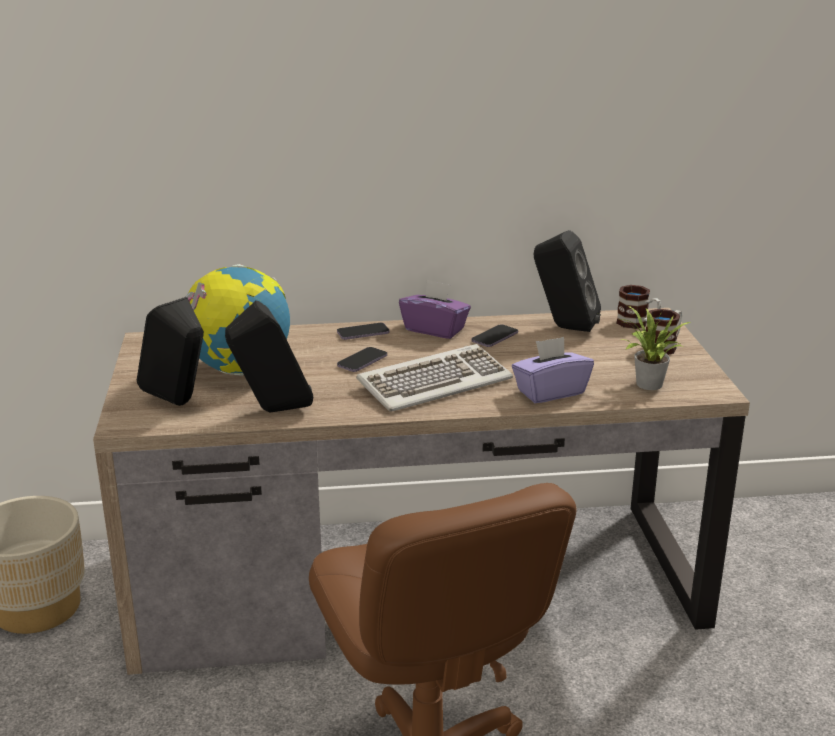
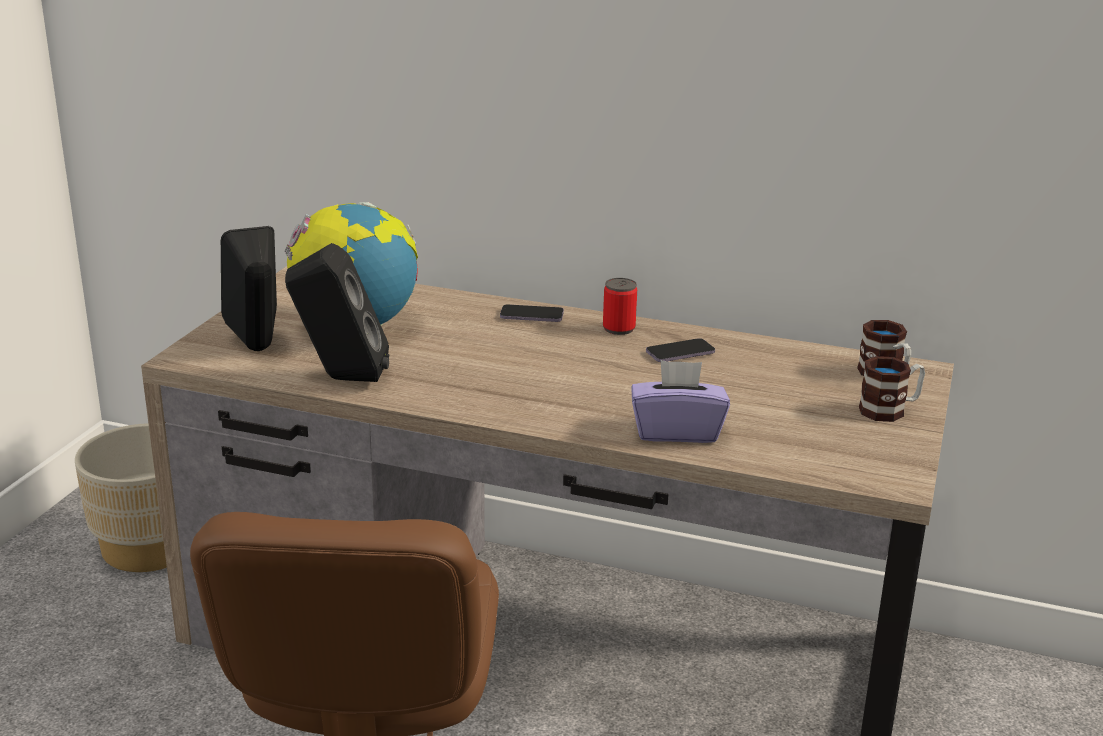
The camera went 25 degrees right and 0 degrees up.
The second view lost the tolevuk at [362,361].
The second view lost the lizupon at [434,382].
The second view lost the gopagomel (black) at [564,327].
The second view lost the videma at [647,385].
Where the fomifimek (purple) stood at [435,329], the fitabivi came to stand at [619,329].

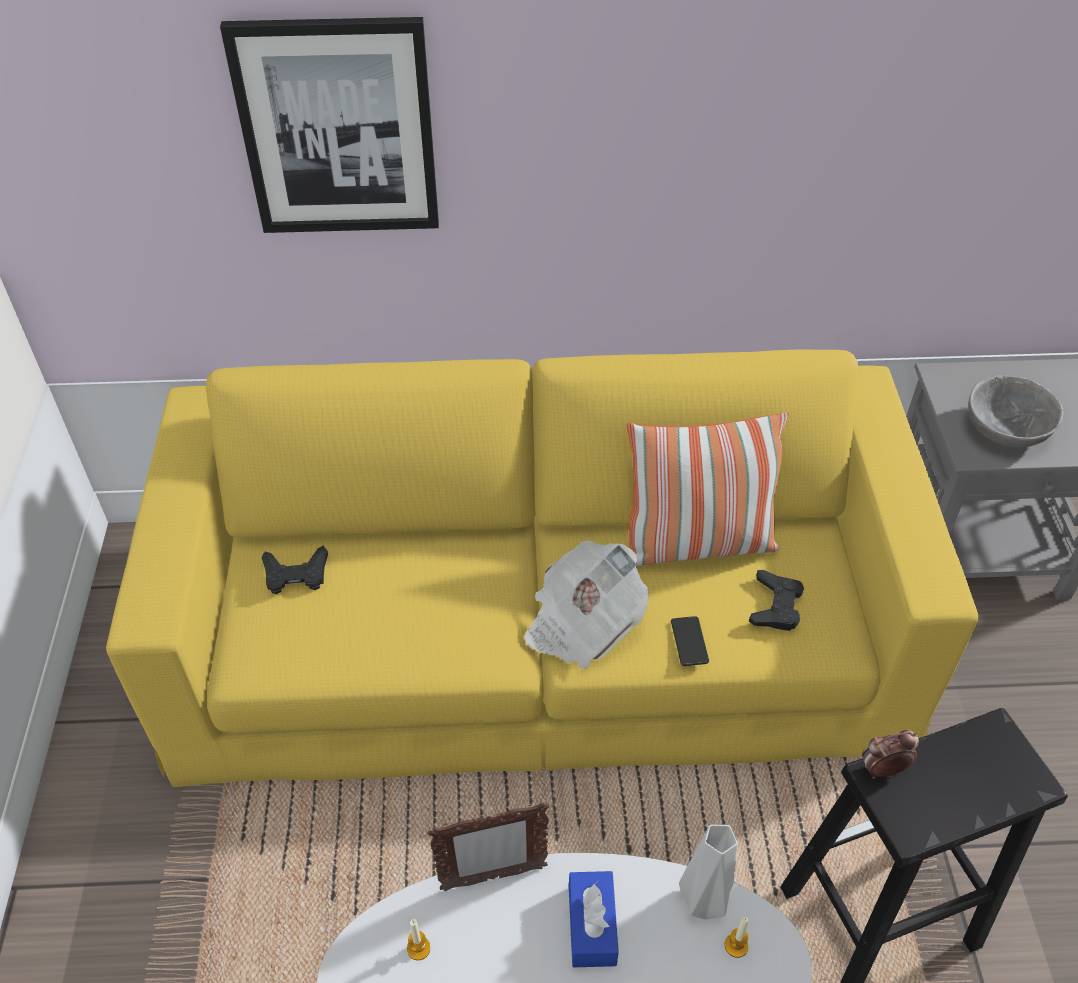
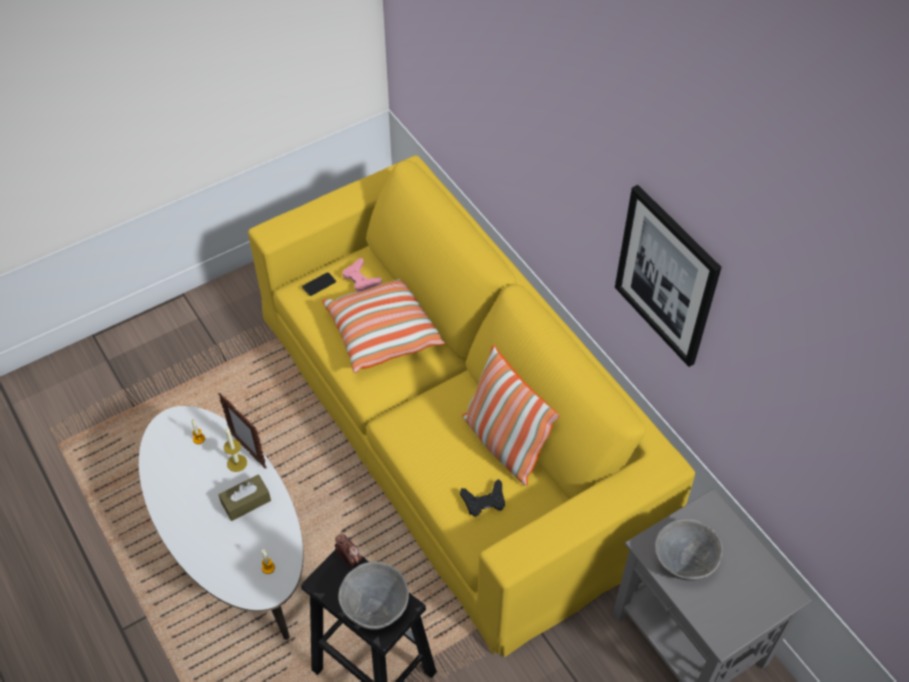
The camera went 60 degrees right and 5 degrees up.
The second view lost the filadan at [582,623].
The second view lost the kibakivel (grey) at [703,899].
The second view gained the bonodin at [237,463].
The second view gained the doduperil at [384,333].
The second view gained the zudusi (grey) at [374,604].
The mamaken ended up elsewhere, having gone from [338,129] to [666,276].
The tolevuk ended up elsewhere, having gone from [689,641] to [319,284].
What was the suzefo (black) at [296,574] turned into the suzefo (pink) at [361,279].
What was the fomifimek (blue) at [592,925] turned into the fomifimek (brown) at [246,502].

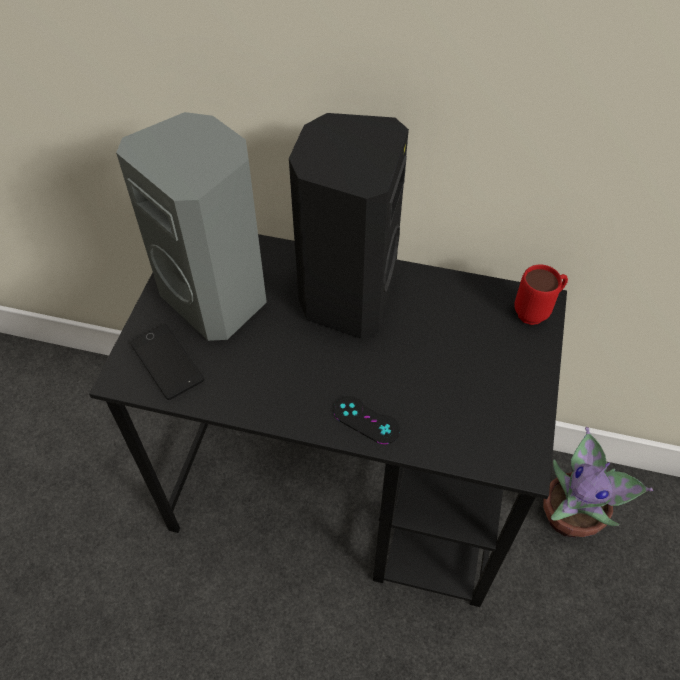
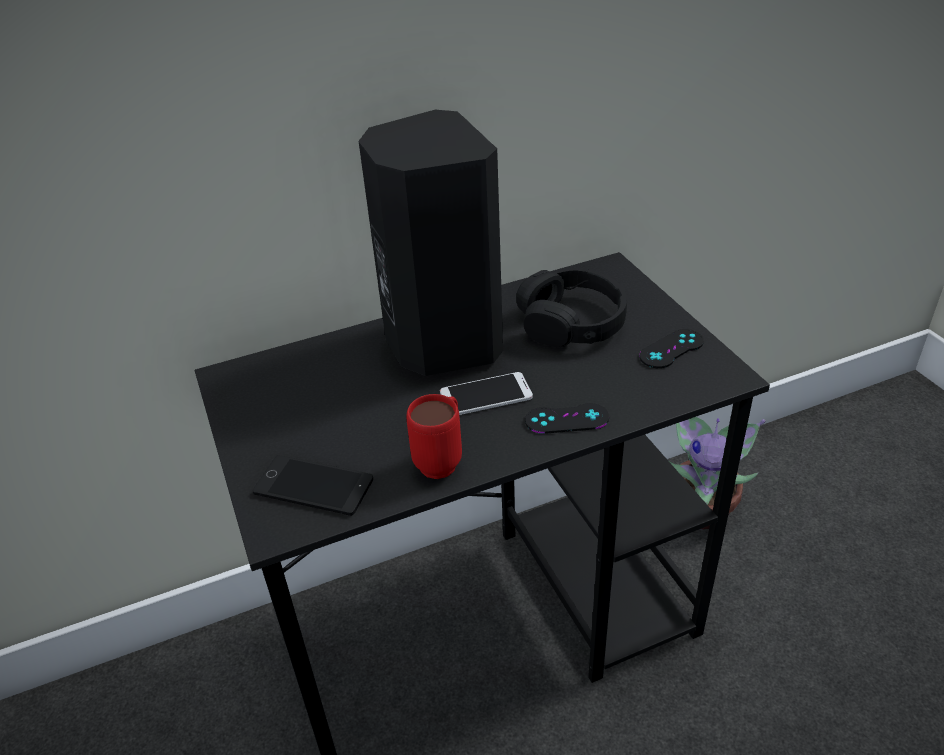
The camera went 35 degrees left and 15 degrees down.
The second view lost the gopagomel (grey) at [218,297].
The second view gained the tolevuk at [486,395].
The second view gained the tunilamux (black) at [571,322].
The second view gained the suzefo (black) at [671,349].
The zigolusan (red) ended up elsewhere, having gone from [537,312] to [443,460].

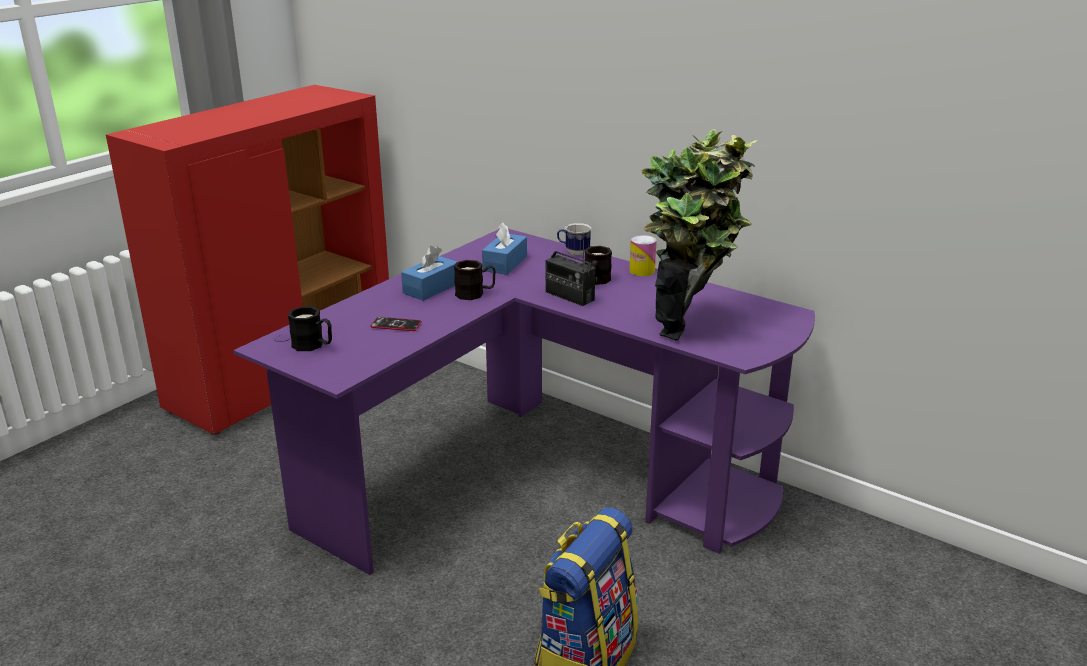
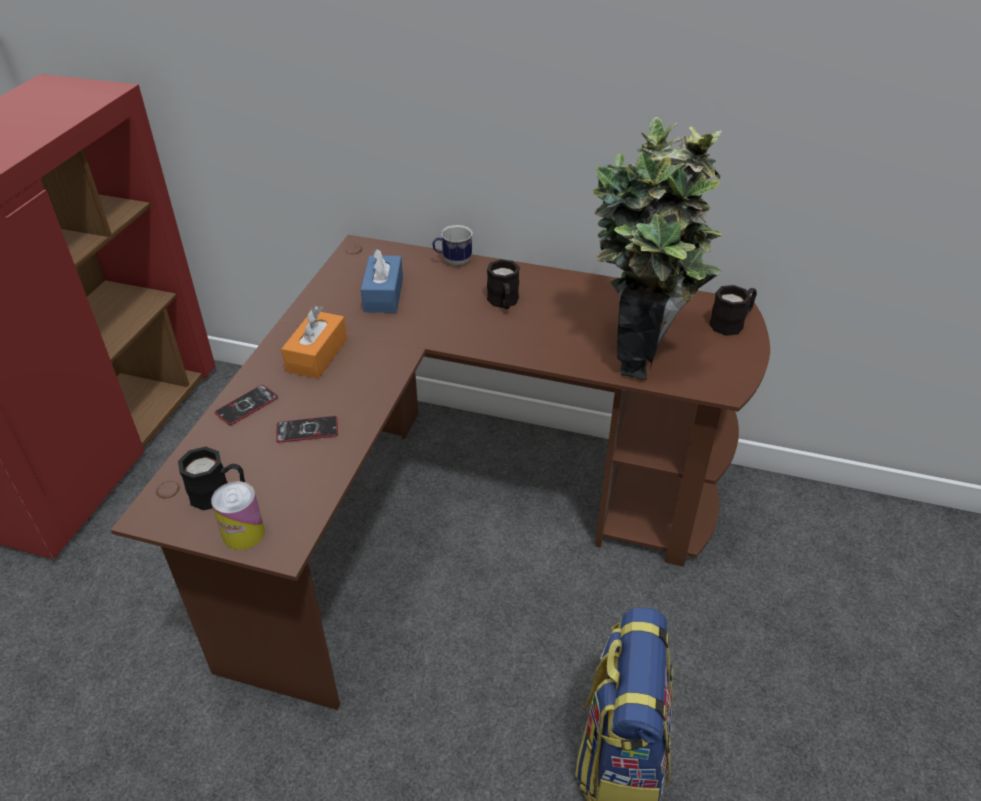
The camera went 20 degrees left and 15 degrees up.
The second view lost the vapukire at [569,296].
The second view gained the tolevuk at [247,406].
The zigolusan (black) ended up elsewhere, having gone from [475,293] to [732,323].
The fitabivi ended up elsewhere, having gone from [642,271] to [243,533].
What was the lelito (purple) at [538,477] turned into the lelito (brown) at [460,516].
What was the fomifimek (blue) at [431,288] turned into the fomifimek (orange) at [317,355].

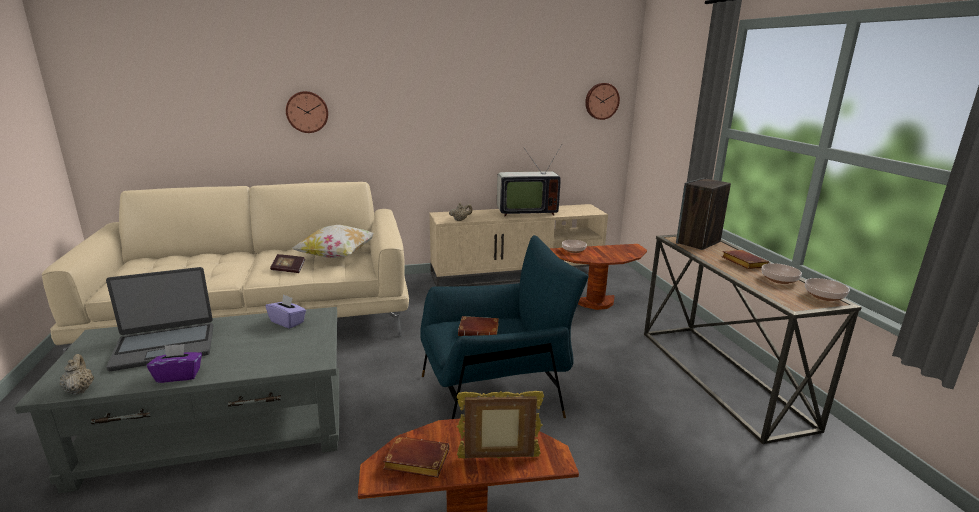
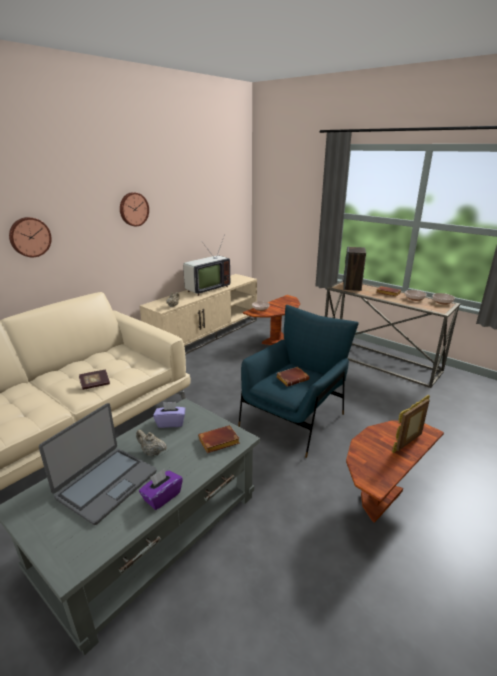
The camera went 35 degrees left and 5 degrees up.
The second view lost the doduperil at [337,256].
The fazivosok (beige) ended up elsewhere, having gone from [80,389] to [152,452].
The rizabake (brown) ended up elsewhere, having gone from [415,462] to [218,443].
The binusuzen ended up elsewhere, having gone from [601,101] to [133,209].

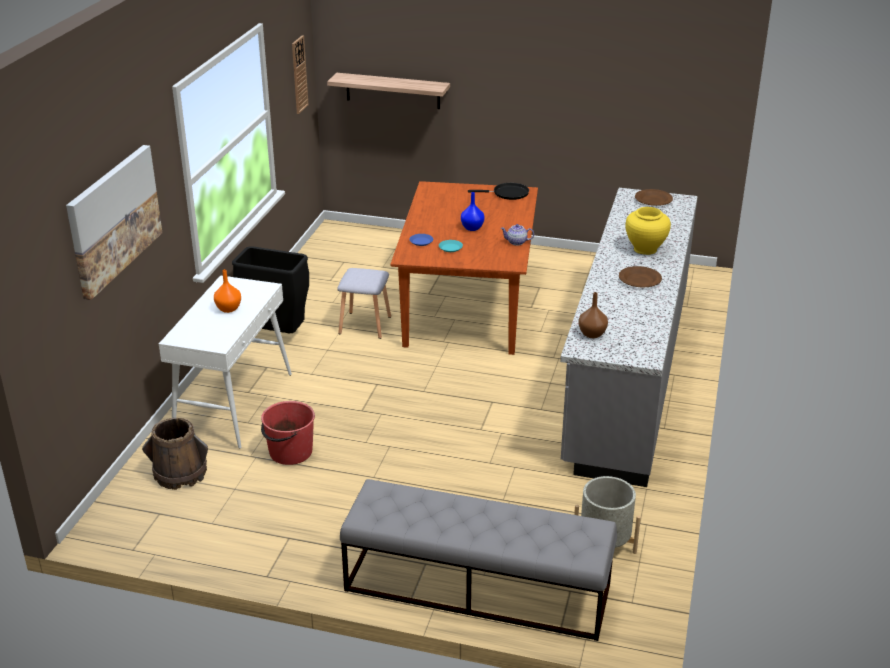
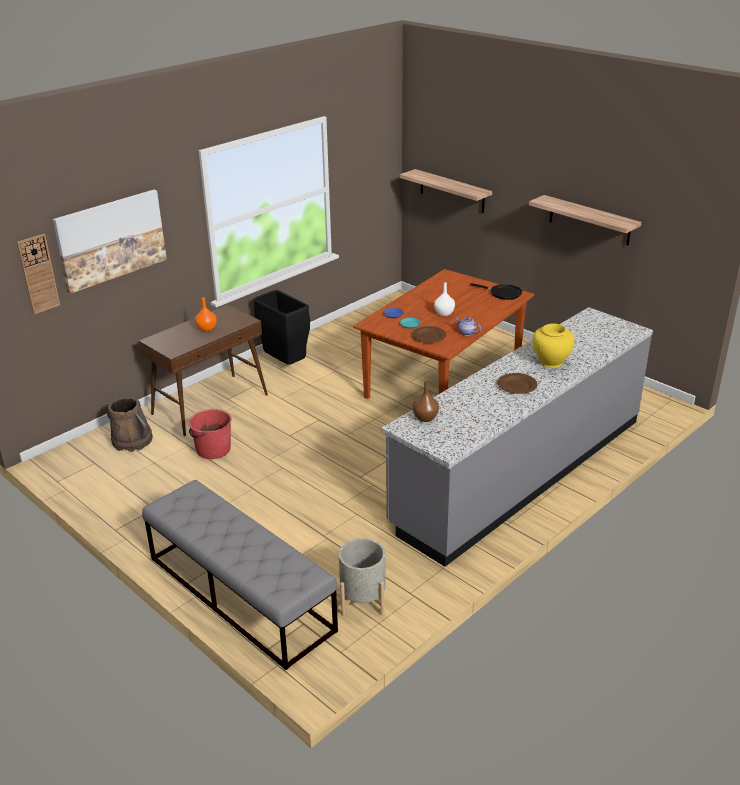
The camera went 30 degrees right and 0 degrees up.
The second view lost the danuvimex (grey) at [364,324].
The second view gained the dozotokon at [589,220].
The binusuzen ended up elsewhere, having gone from [299,74] to [38,274].
The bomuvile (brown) ended up elsewhere, having gone from [653,200] to [428,336].
What was the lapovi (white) at [233,404] turned into the lapovi (brown) at [210,404].
What was the kibakivel (blue) at [472,228] turned into the kibakivel (white) at [444,313].

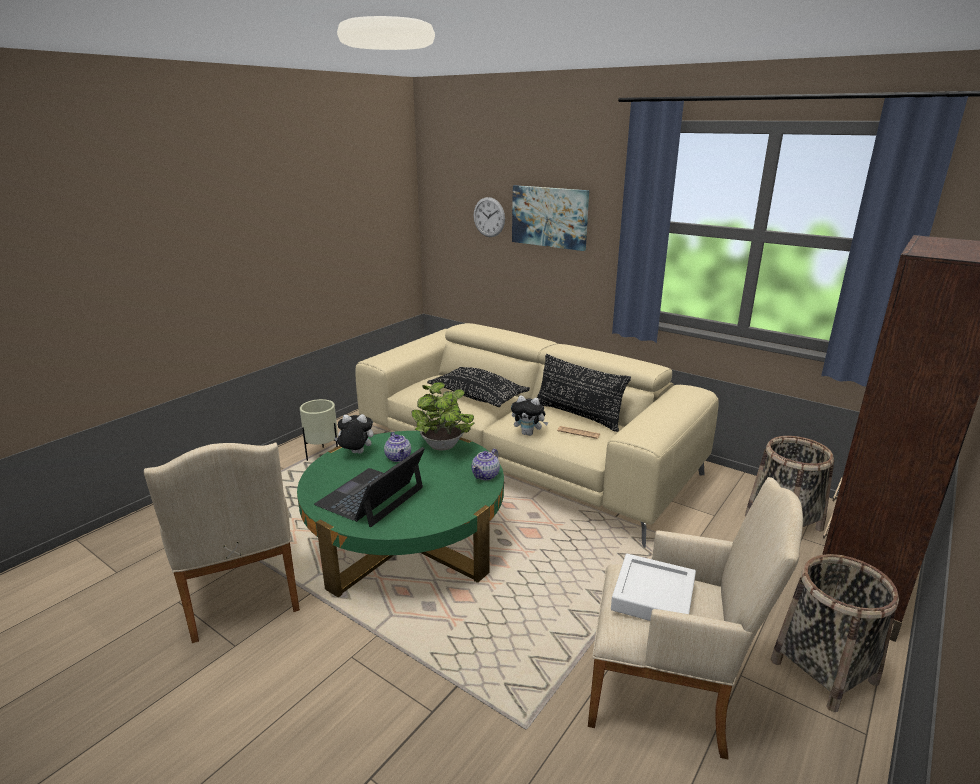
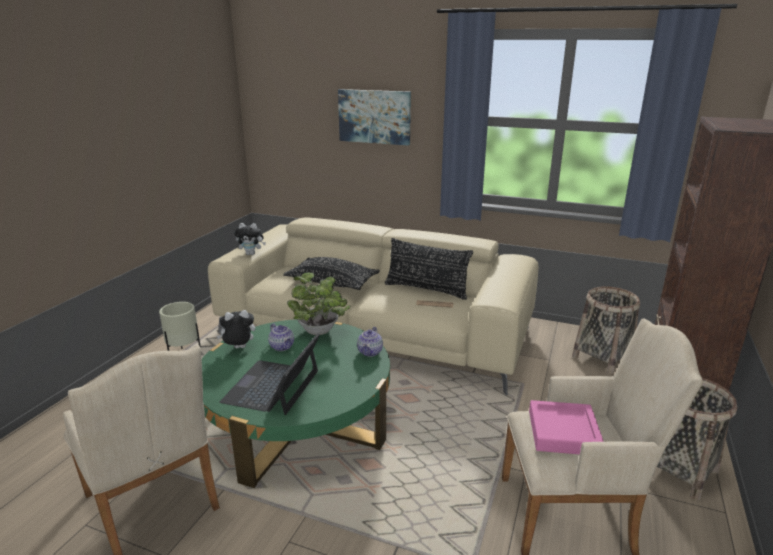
The camera went 15 degrees left and 0 degrees up.
The second view lost the binusuzen at [489,217].
The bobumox ended up elsewhere, having gone from [528,433] to [251,254].
What was the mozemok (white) at [653,596] turned into the mozemok (pink) at [563,433].

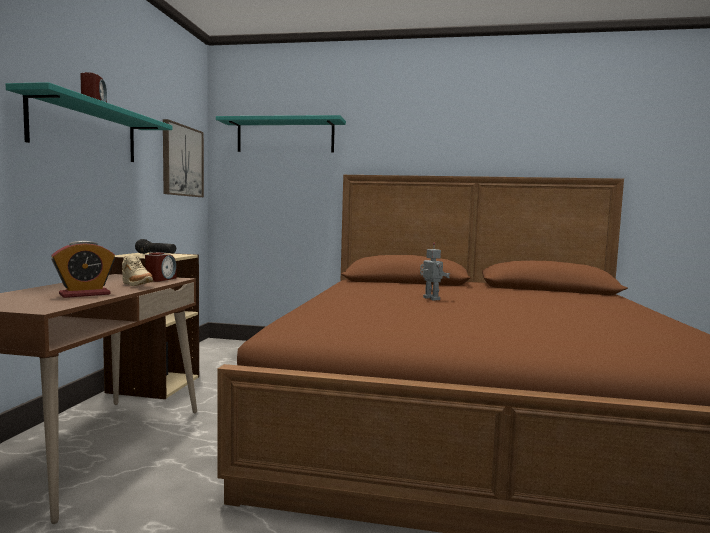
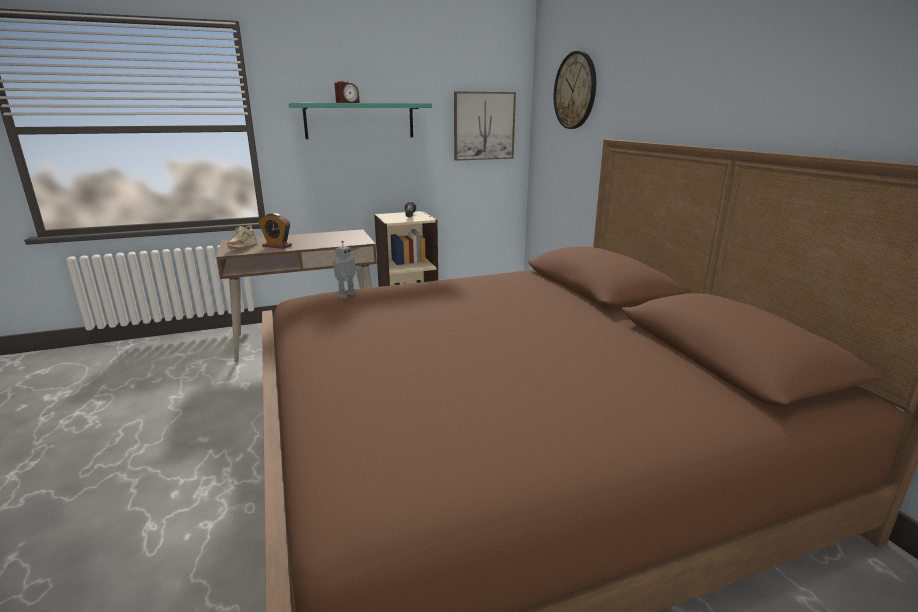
The camera went 60 degrees right and 15 degrees up.
The second view lost the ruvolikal at [160,279].
The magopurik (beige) ended up elsewhere, having gone from [136,285] to [242,247].
The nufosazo ended up elsewhere, having gone from [430,299] to [346,295].
Where the dozotokon (turquoise) hung at [285,136], the binusuzen came to hang at [575,90].

